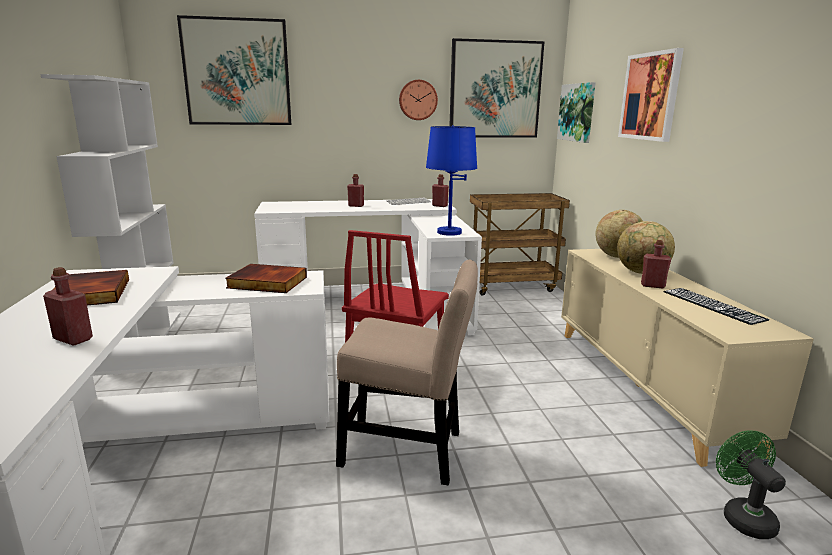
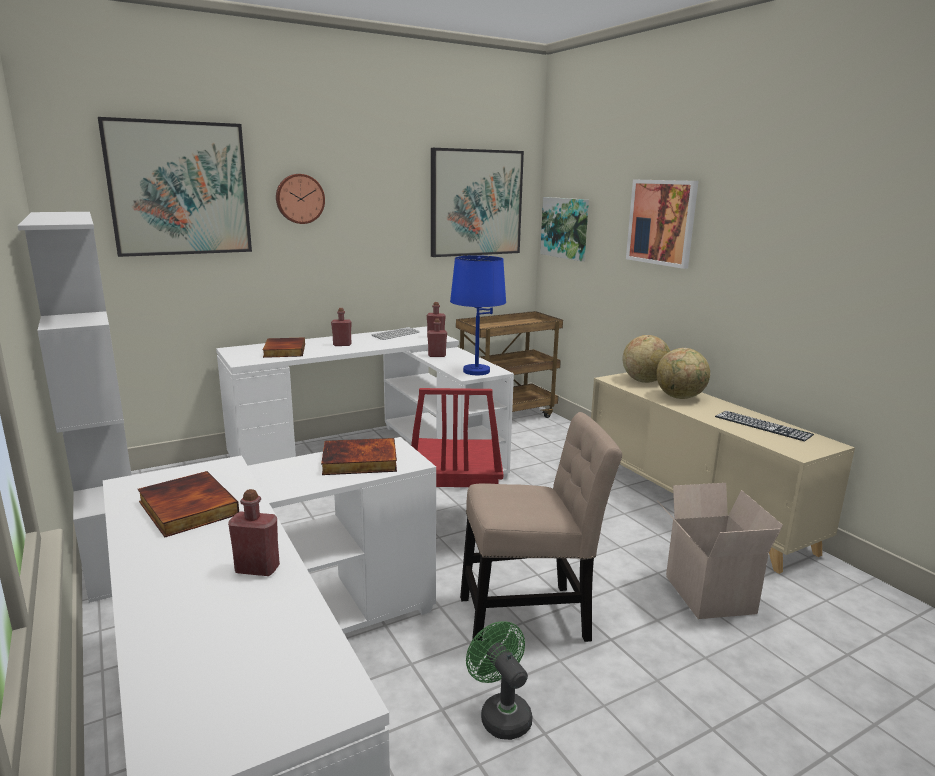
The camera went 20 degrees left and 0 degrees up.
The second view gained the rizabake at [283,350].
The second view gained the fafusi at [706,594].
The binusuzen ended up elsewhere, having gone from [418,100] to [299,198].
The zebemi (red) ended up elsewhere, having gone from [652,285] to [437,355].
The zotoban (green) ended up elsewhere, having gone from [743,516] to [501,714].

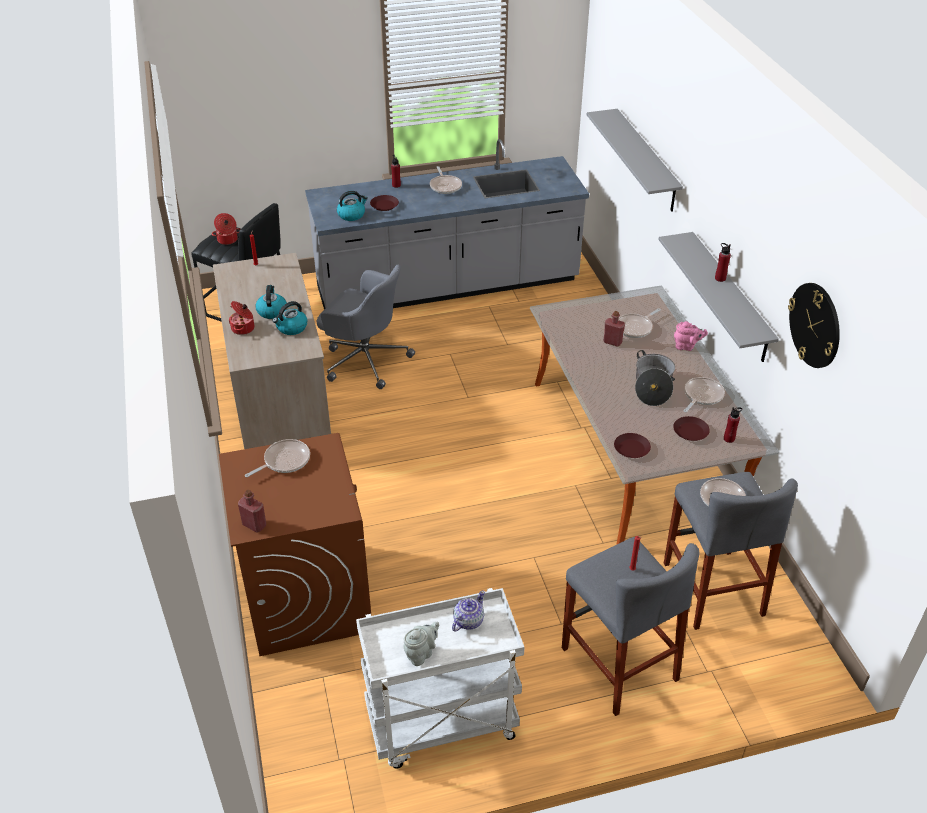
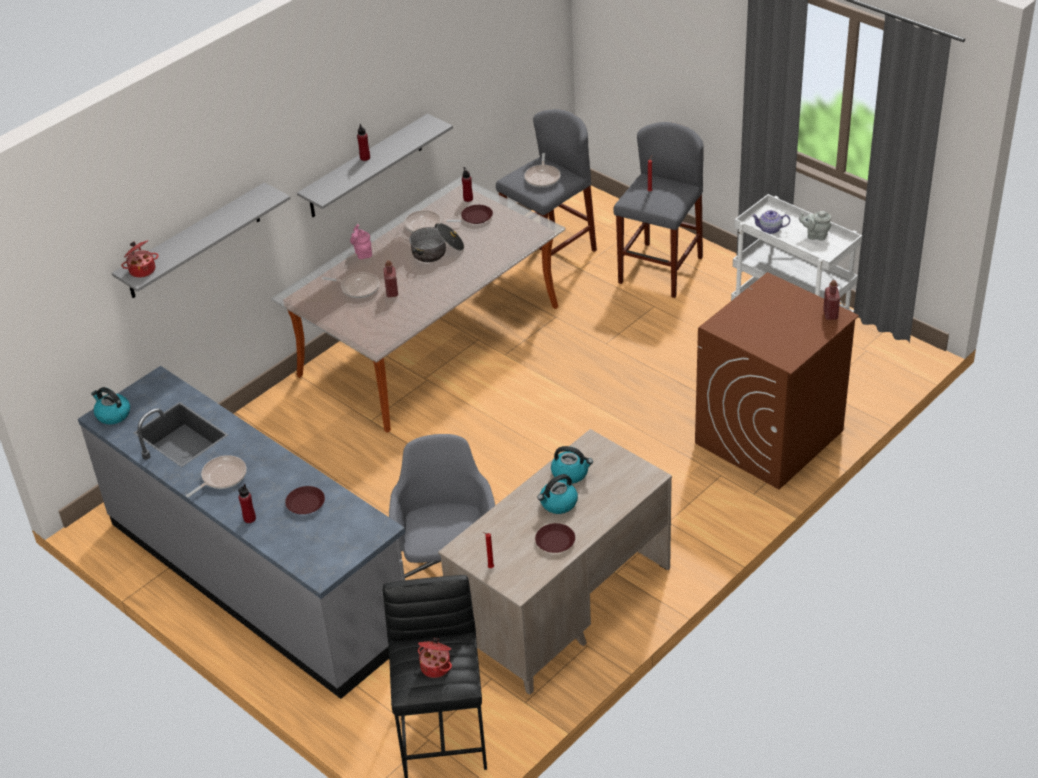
The camera went 120 degrees left and 0 degrees up.
The second view lost the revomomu at [284,461].
The second view lost the binusuzen at [815,325].
The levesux ended up elsewhere, having gone from [243,328] to [142,270].
The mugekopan ended up elsewhere, having gone from [352,215] to [112,414].
The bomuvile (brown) ended up elsewhere, having gone from [631,449] to [555,541].

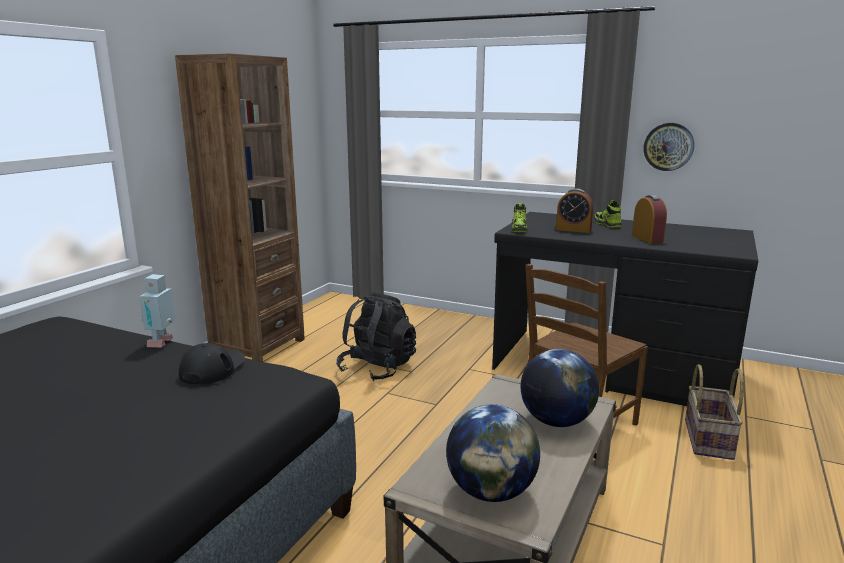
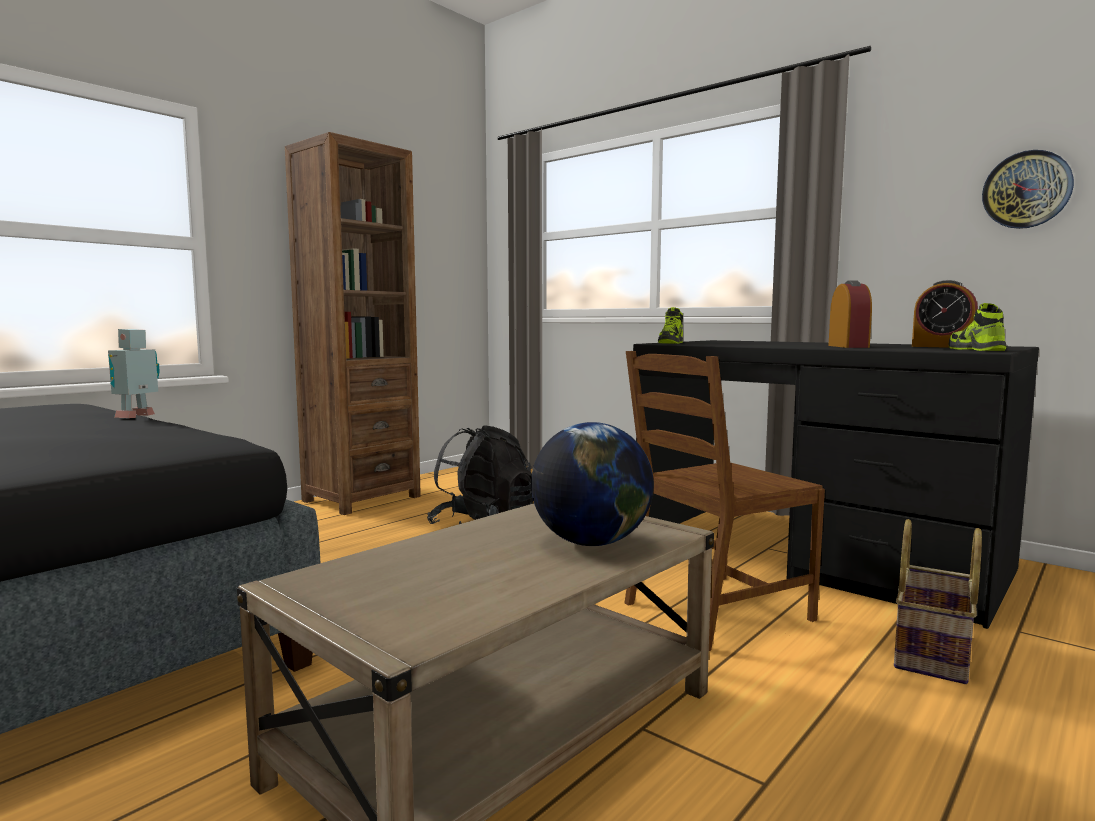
The camera went 15 degrees right and 10 degrees down.
The second view lost the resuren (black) at [212,368].
The second view lost the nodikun at [491,492].
The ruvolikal ended up elsewhere, having gone from [573,230] to [942,347].
The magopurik ended up elsewhere, having gone from [607,224] to [975,349].
The binusuzen ended up elsewhere, having gone from [668,146] to [1026,190].

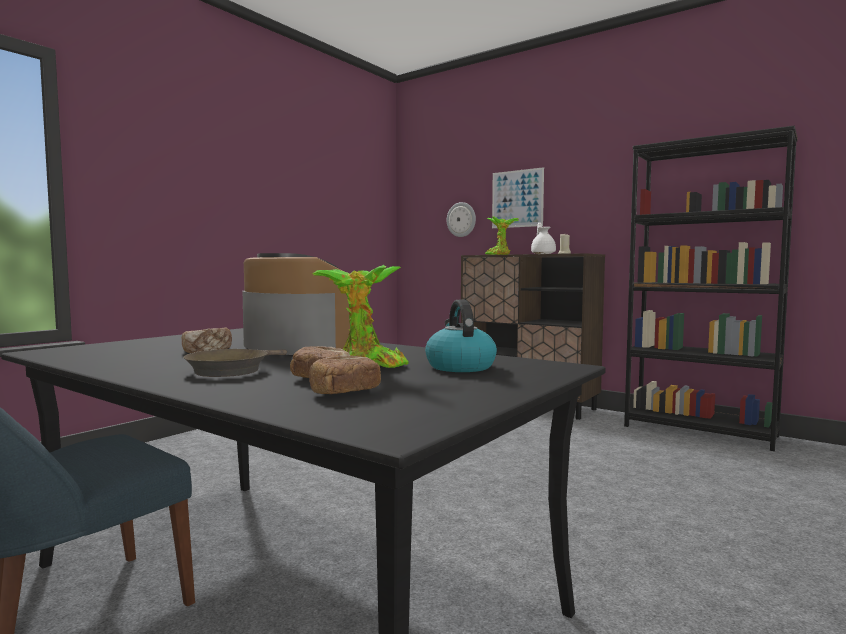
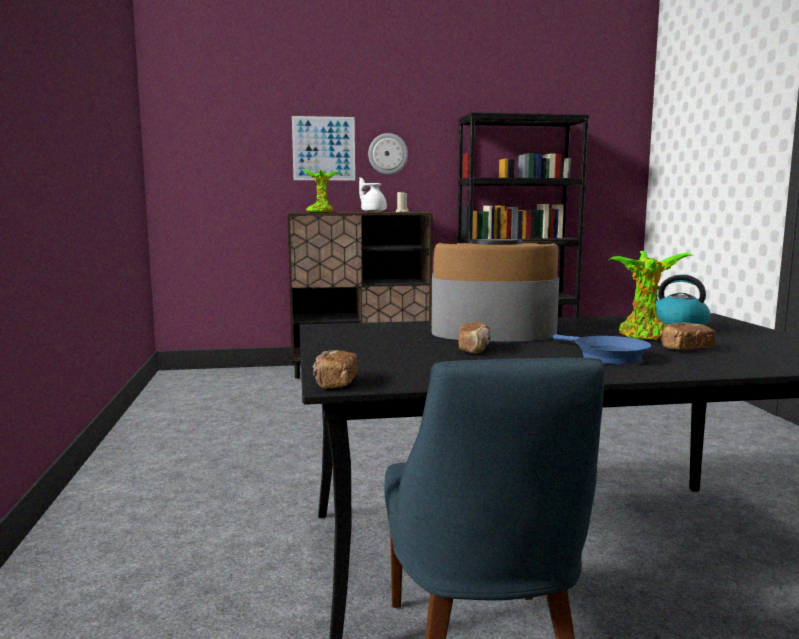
The camera went 45 degrees left and 5 degrees up.
The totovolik ended up elsewhere, having gone from [344,392] to [335,383].
The binusuzen ended up elsewhere, having gone from [461,219] to [388,154].
What was the revomomu (brown) at [232,370] turned into the revomomu (blue) at [605,356].

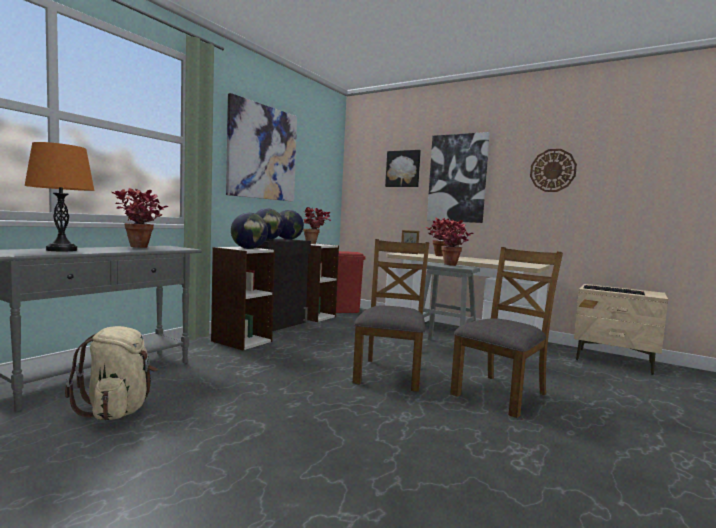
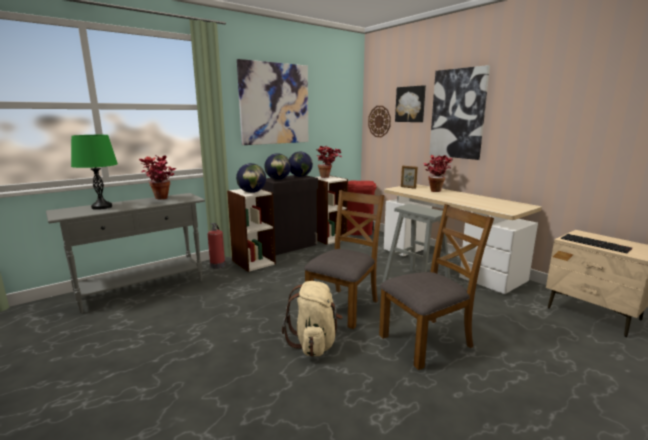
The camera went 20 degrees right and 10 degrees up.
The second view lost the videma at [450,265].
The second view gained the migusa at [218,265].
The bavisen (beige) ended up elsewhere, having gone from [118,410] to [314,343].
The binusuzen ended up elsewhere, having gone from [552,170] to [379,121].
What was the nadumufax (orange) at [61,250] turned into the nadumufax (green) at [102,207].

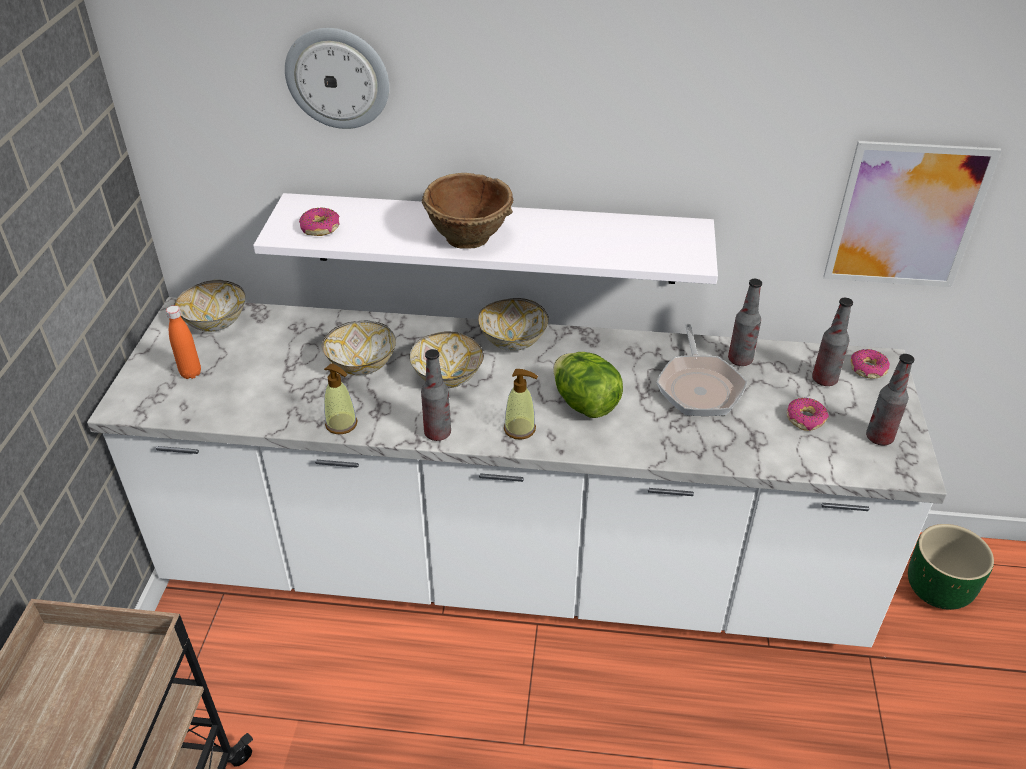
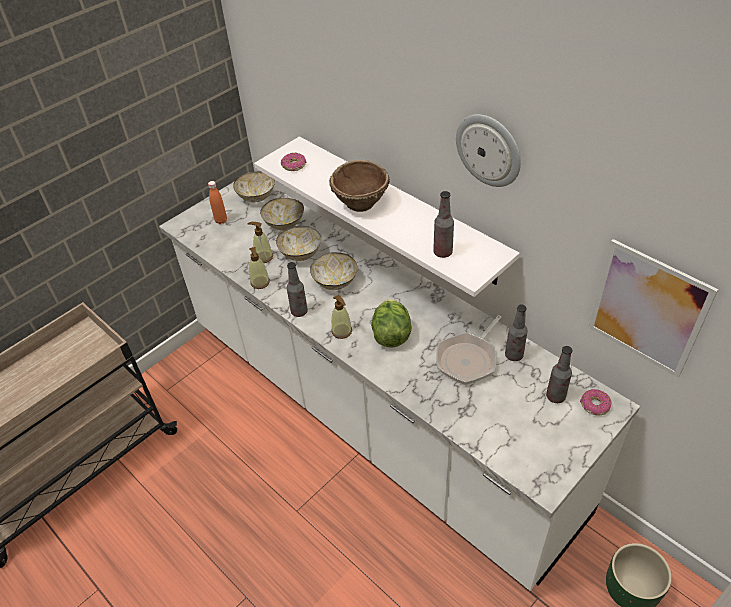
The camera went 40 degrees right and 5 degrees up.
The second view lost the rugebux at [805,419].
The second view gained the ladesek at [263,257].
The binusuzen ended up elsewhere, having gone from [338,78] to [489,150].
The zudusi ended up elsewhere, having gone from [514,341] to [285,224].
The zebemi ended up elsewhere, having gone from [879,438] to [442,252].

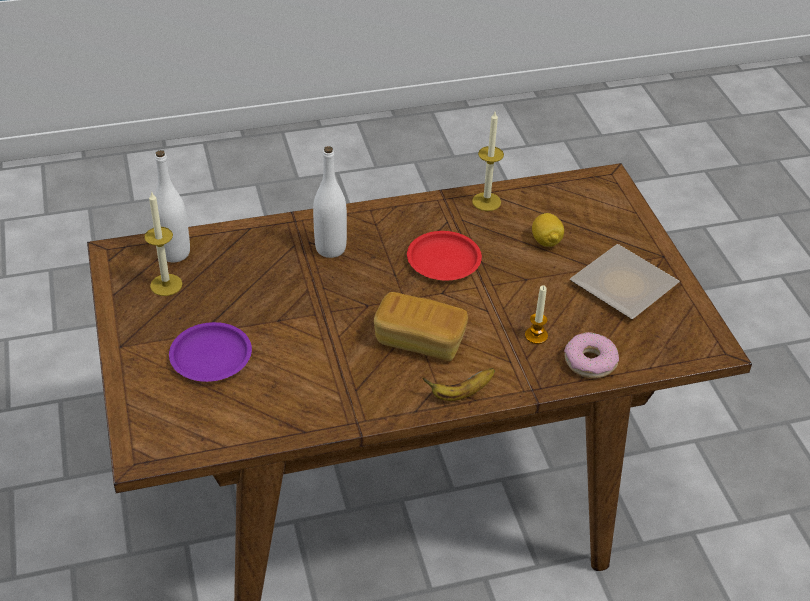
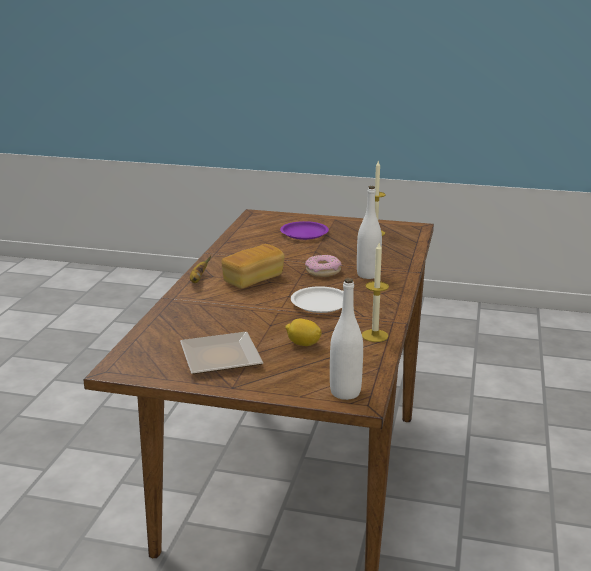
The camera went 120 degrees right and 20 degrees down.
The second view lost the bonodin at [536,336].
The zebemi (white) ended up elsewhere, having gone from [174,253] to [345,392].
The rugebux ended up elsewhere, having gone from [590,361] to [323,271].
What was the bomuvile (red) at [443,260] turned into the bomuvile (white) at [320,303].

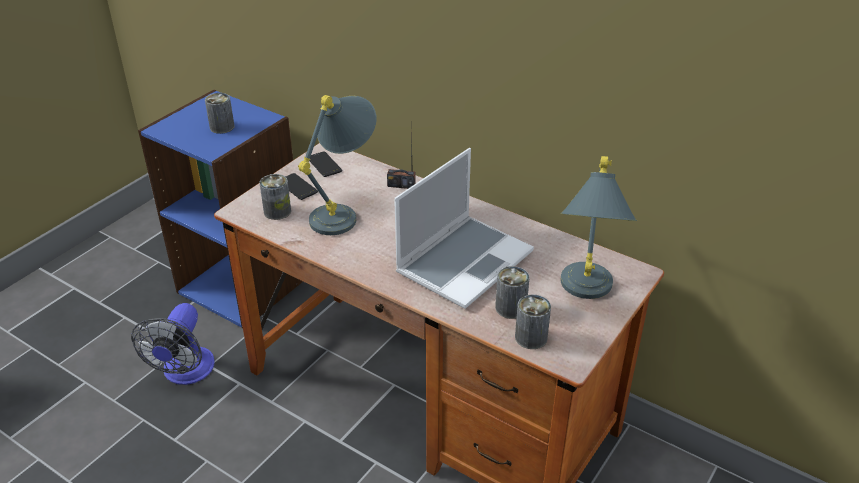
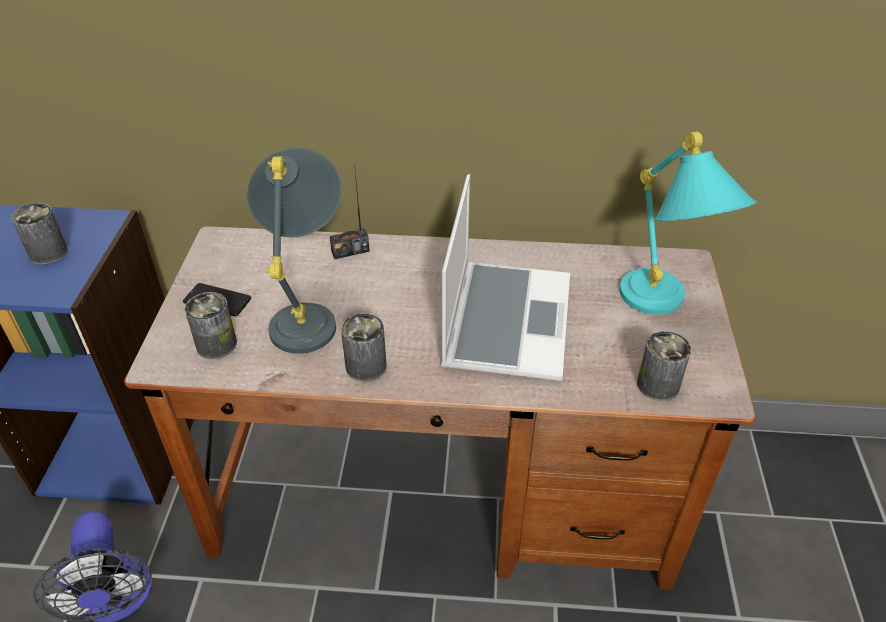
The camera went 30 degrees left and 5 degrees up.
The second view lost the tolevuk at [324,165].
The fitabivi ended up elsewhere, having gone from [510,308] to [366,366].
What was the nadumufax (grey) at [585,294] turned into the nadumufax (turquoise) at [663,309].

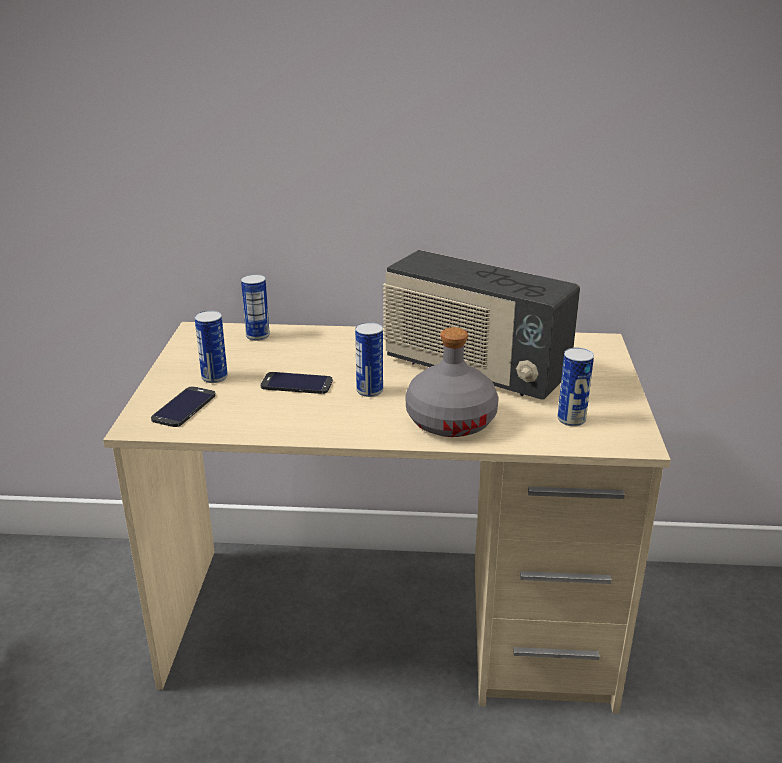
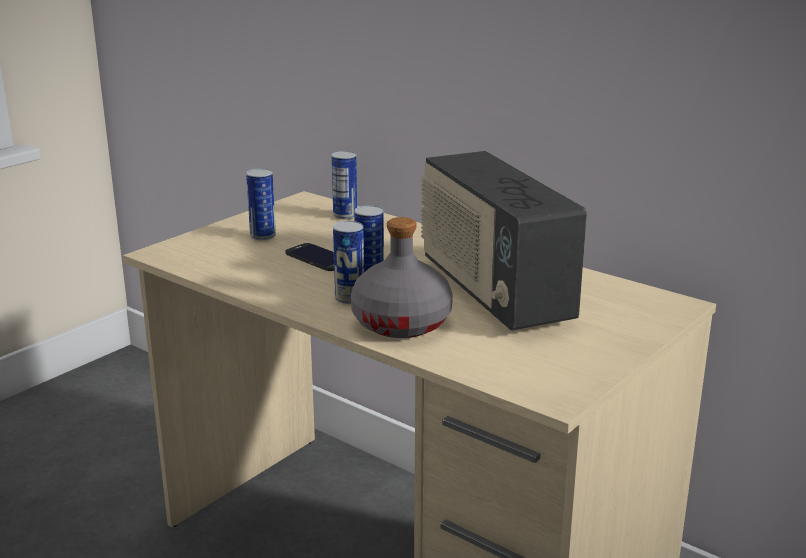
The camera went 35 degrees right and 5 degrees down.
The second view lost the tolevuk at [184,407].
The fitabivi ended up elsewhere, having gone from [571,419] to [349,298].

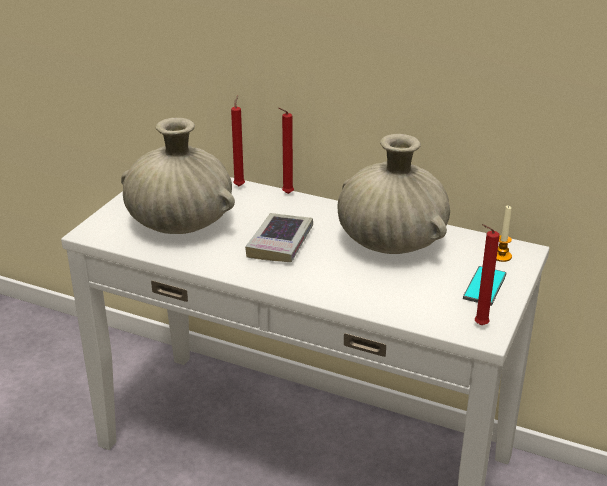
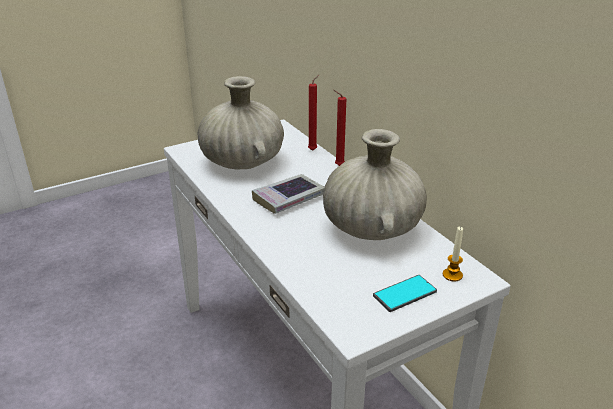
The camera went 35 degrees right and 0 degrees up.
The second view lost the bonodin (red) at [478,325].

